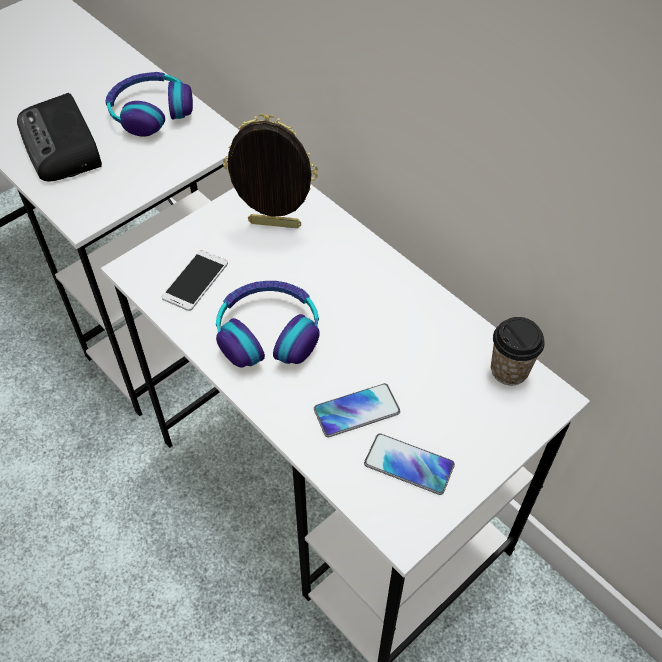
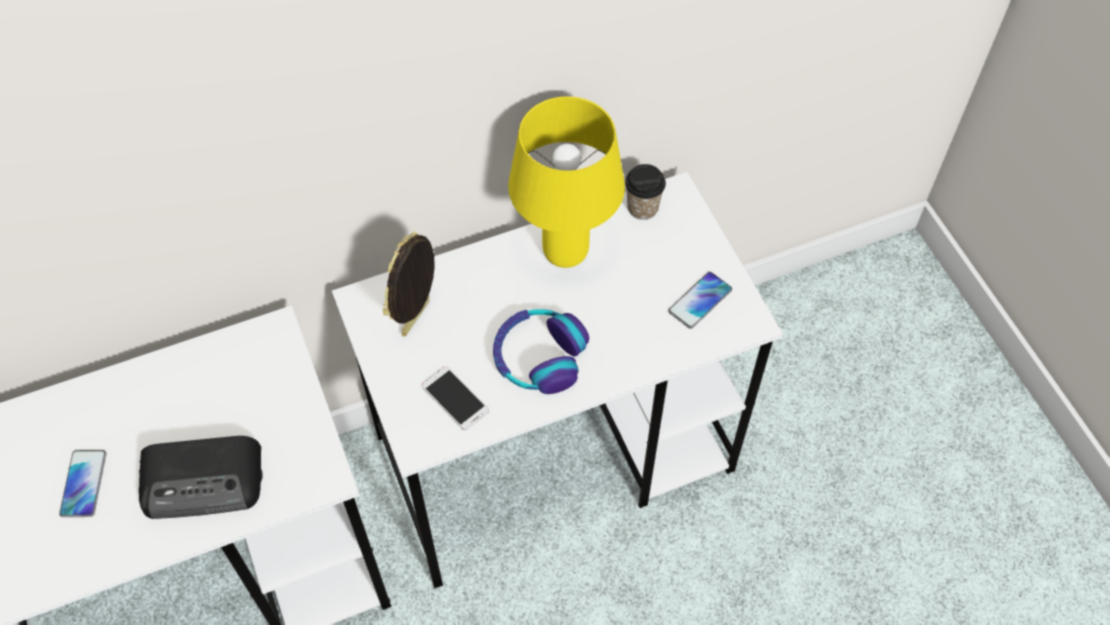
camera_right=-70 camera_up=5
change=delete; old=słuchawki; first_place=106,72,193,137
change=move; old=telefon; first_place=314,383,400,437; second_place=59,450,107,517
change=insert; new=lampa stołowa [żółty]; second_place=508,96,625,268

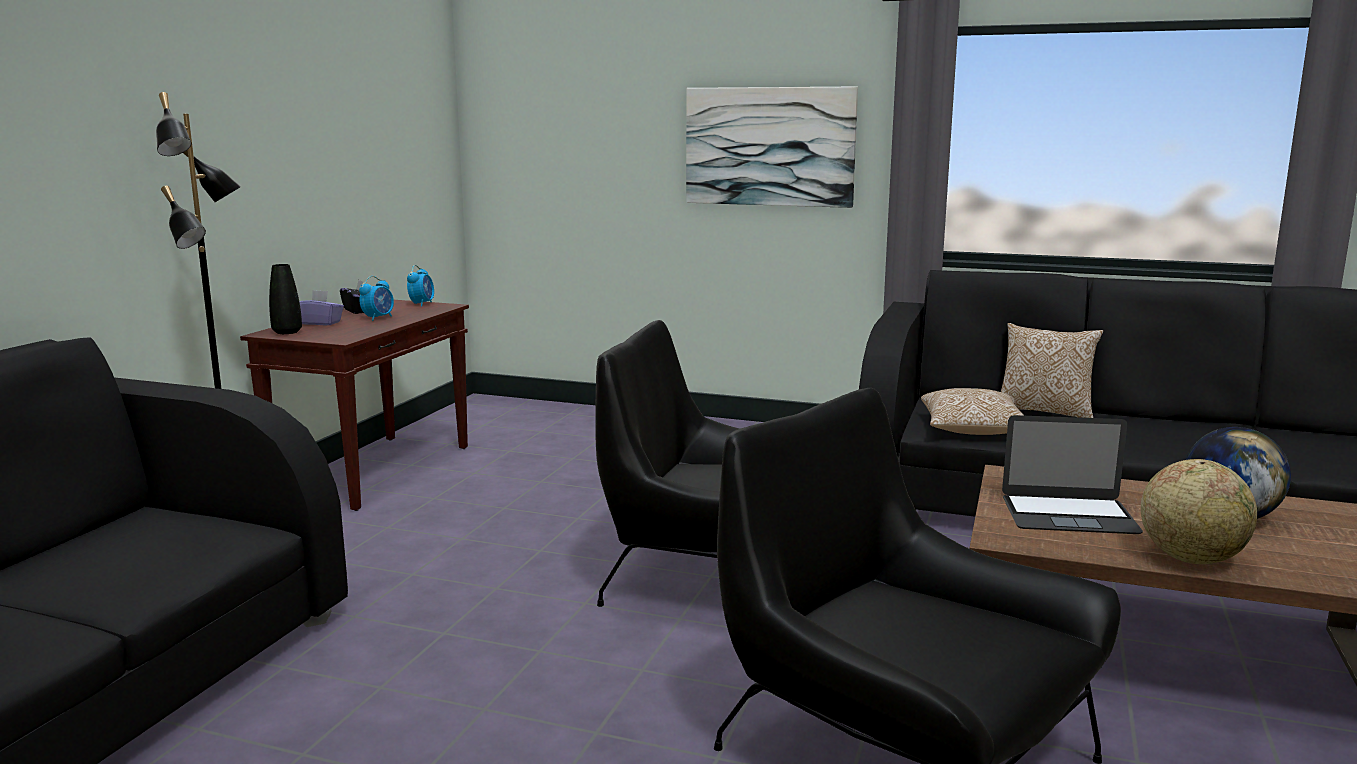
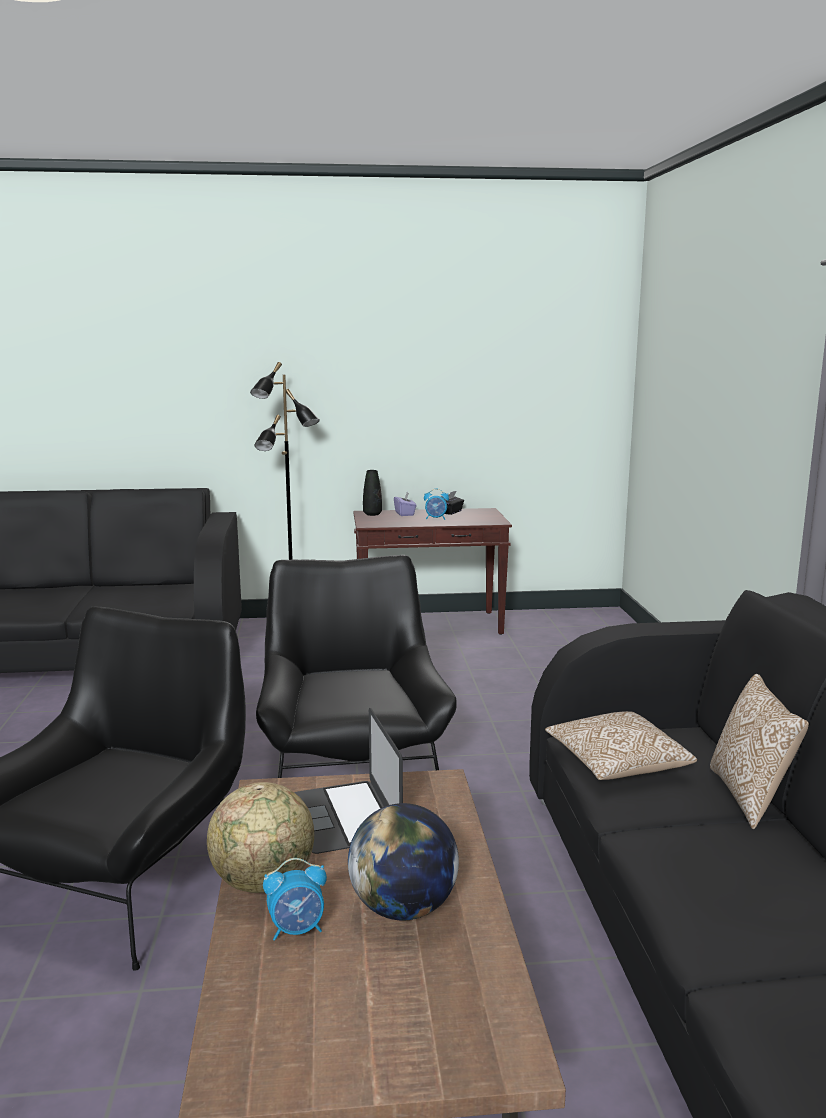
camera_right=65 camera_up=0
change=move; old=budzik; first_place=407,265,434,307; second_place=263,858,327,941
change=delete; old=obraz; first_place=686,86,858,208

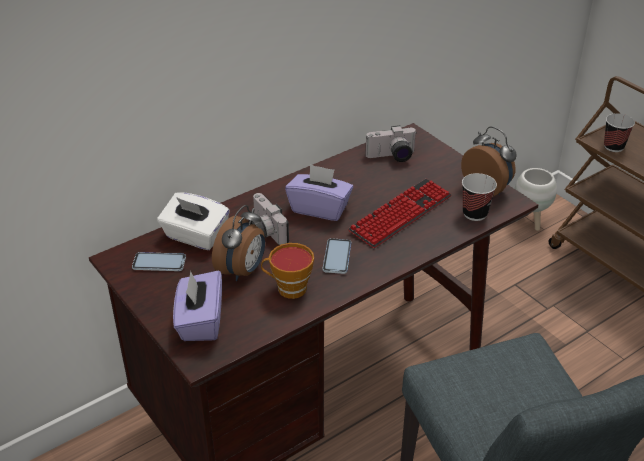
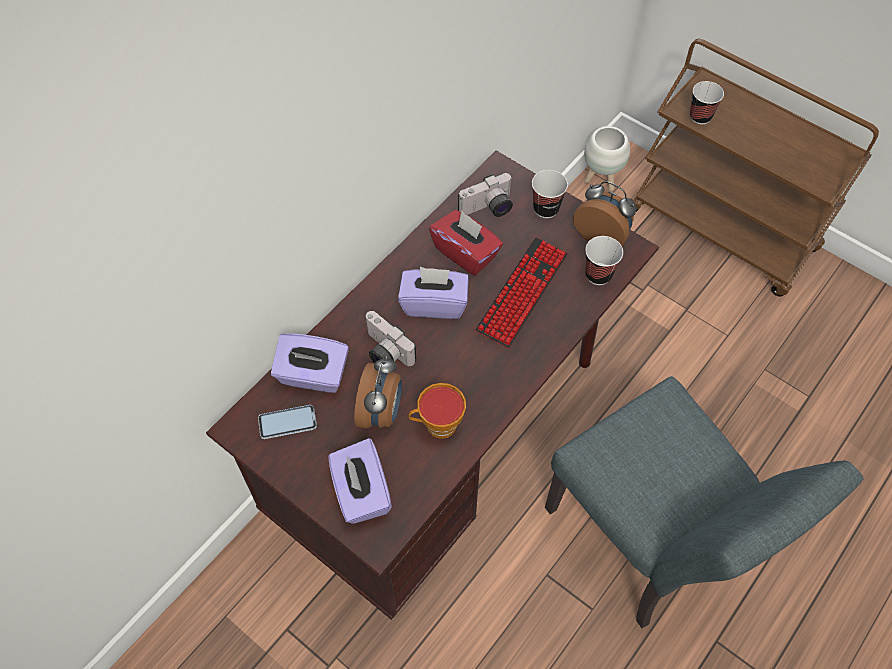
camera_right=-15 camera_up=20
change=recolor; old=pudełko chusteczek [biały]; new=pudełko chusteczek [fioletowy]; first_place=157,193,230,250; second_place=271,333,349,393
change=delete; old=telefon; first_place=323,238,351,274
change=insert; new=pudełko chusteczek [czerwony]; second_place=429,210,503,275
change=insert; new=filiżanka; second_place=532,170,568,218

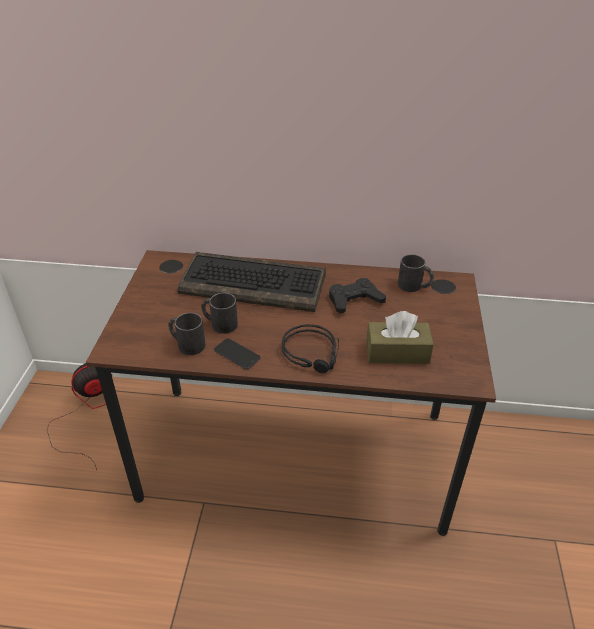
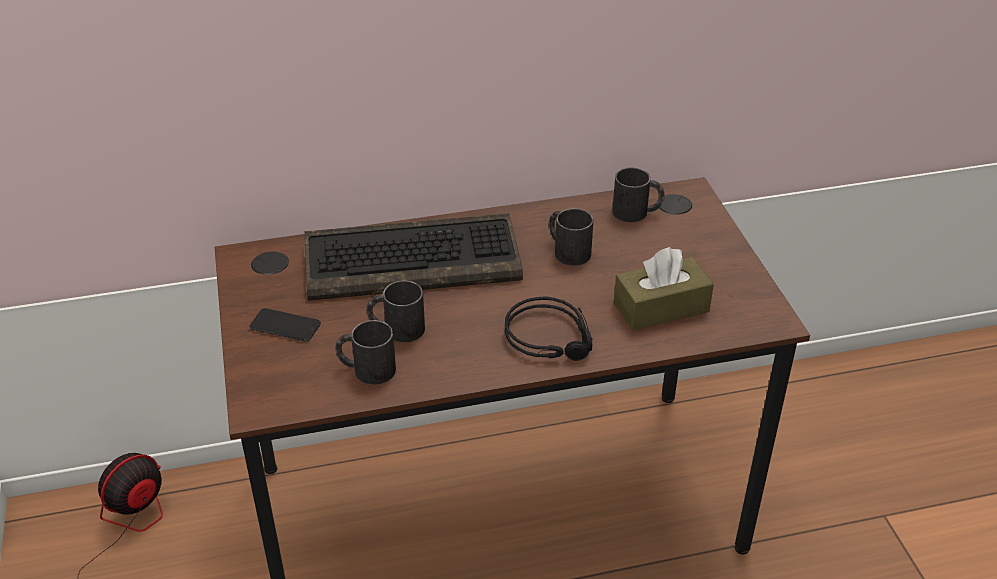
camera_right=-20 camera_up=0
change=move; old=telefon; first_place=214,339,261,369; second_place=250,308,321,342
change=replace; old=pad do gier [czarny]; new=kubek [czarny]; first_place=329,278,386,314; second_place=549,208,593,266

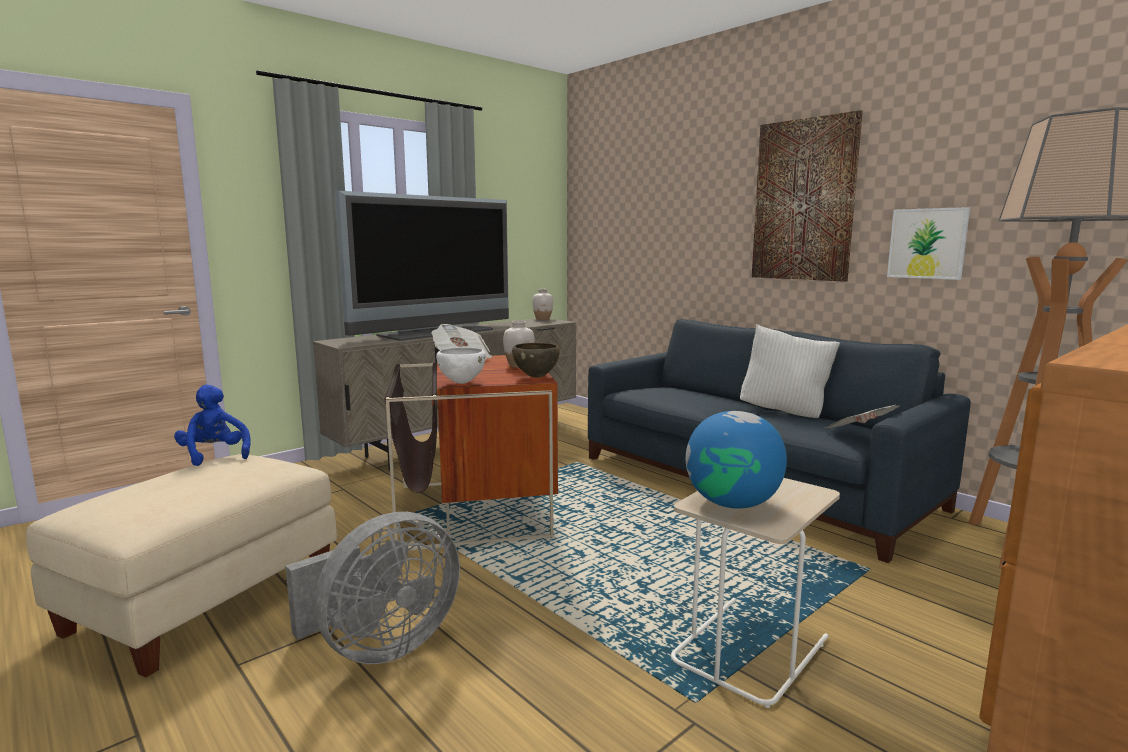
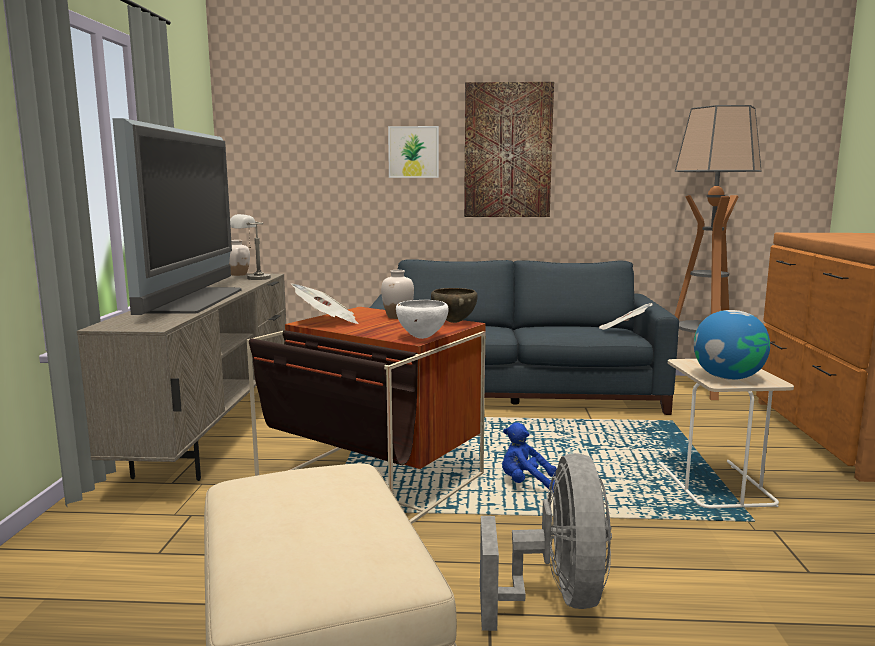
camera_right=-45 camera_up=0
change=move; old=pluszak [niebieski]; first_place=174,385,251,466; second_place=502,423,557,492
change=delete; old=poduszka [biały]; first_place=740,325,840,418
change=move; old=obraz; first_place=887,207,970,280; second_place=388,126,439,178
change=insert; new=lampa stołowa [szary]; second_place=230,214,271,280

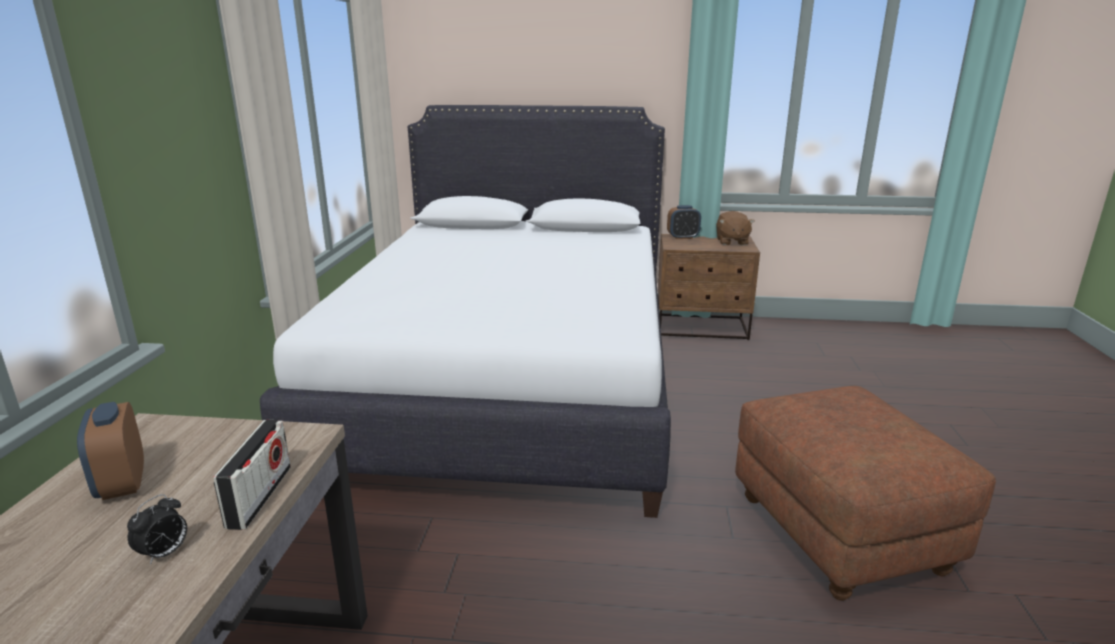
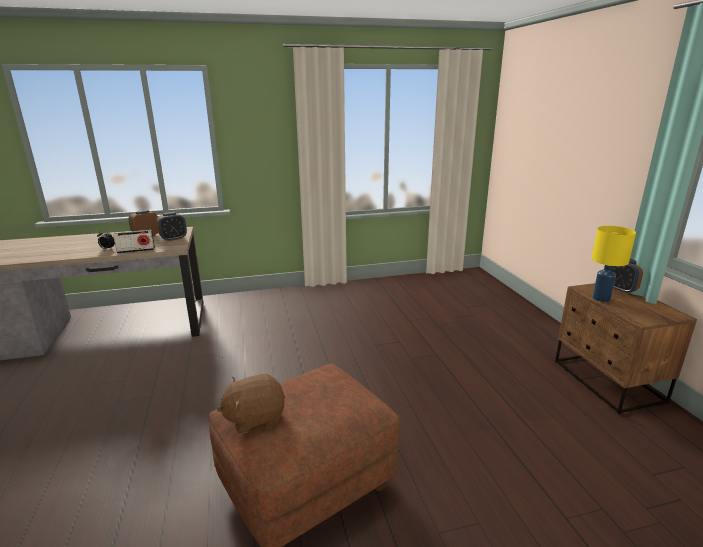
camera_right=70 camera_up=0
change=delete; old=łóżko [biały]; first_place=260,105,671,518
change=move; old=pluszak [brązowy]; first_place=716,211,754,245; second_place=217,374,285,434
change=insert; new=budzik; second_place=156,212,187,241
change=insert; new=lampa stołowa [żółty]; second_place=591,226,636,302

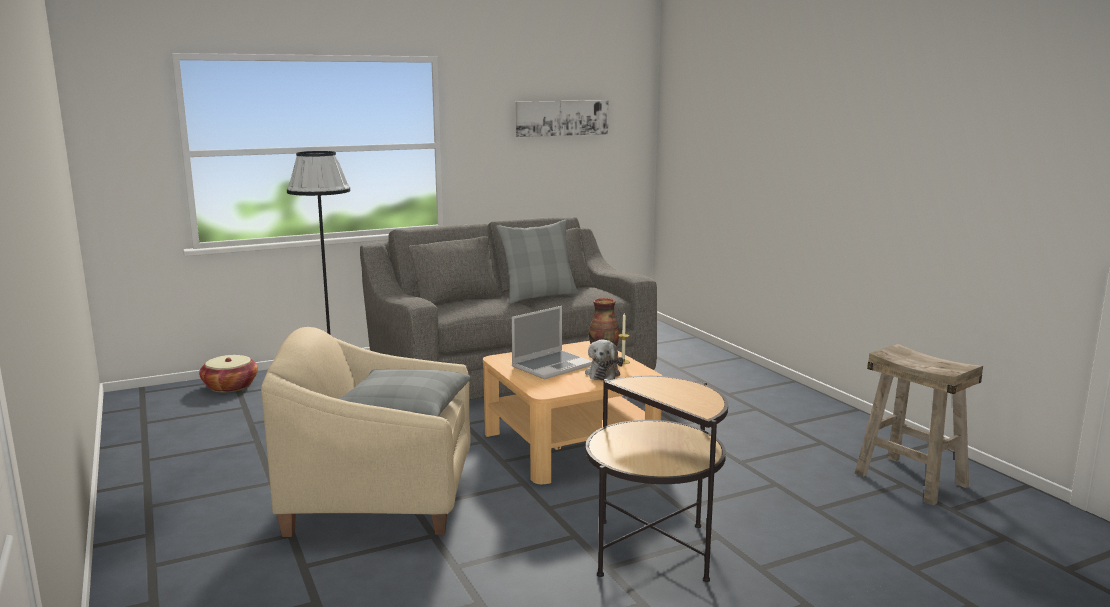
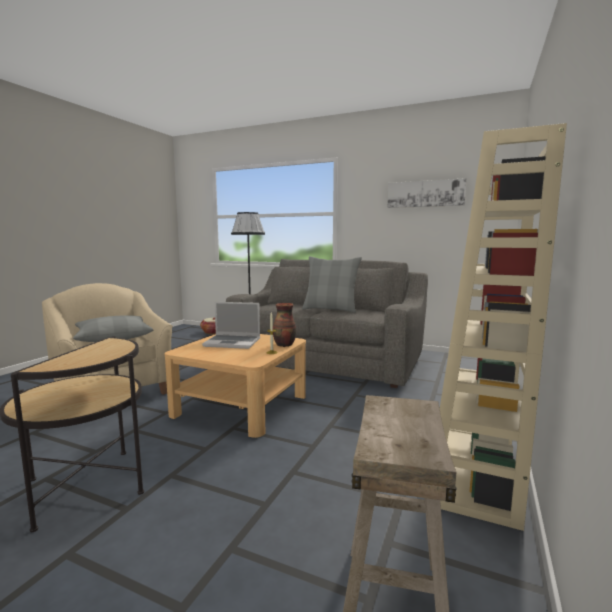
camera_right=50 camera_up=-5
change=delete; old=pluszak; first_place=585,340,623,380
change=insert; new=regał [beżowy]; second_place=440,123,567,531

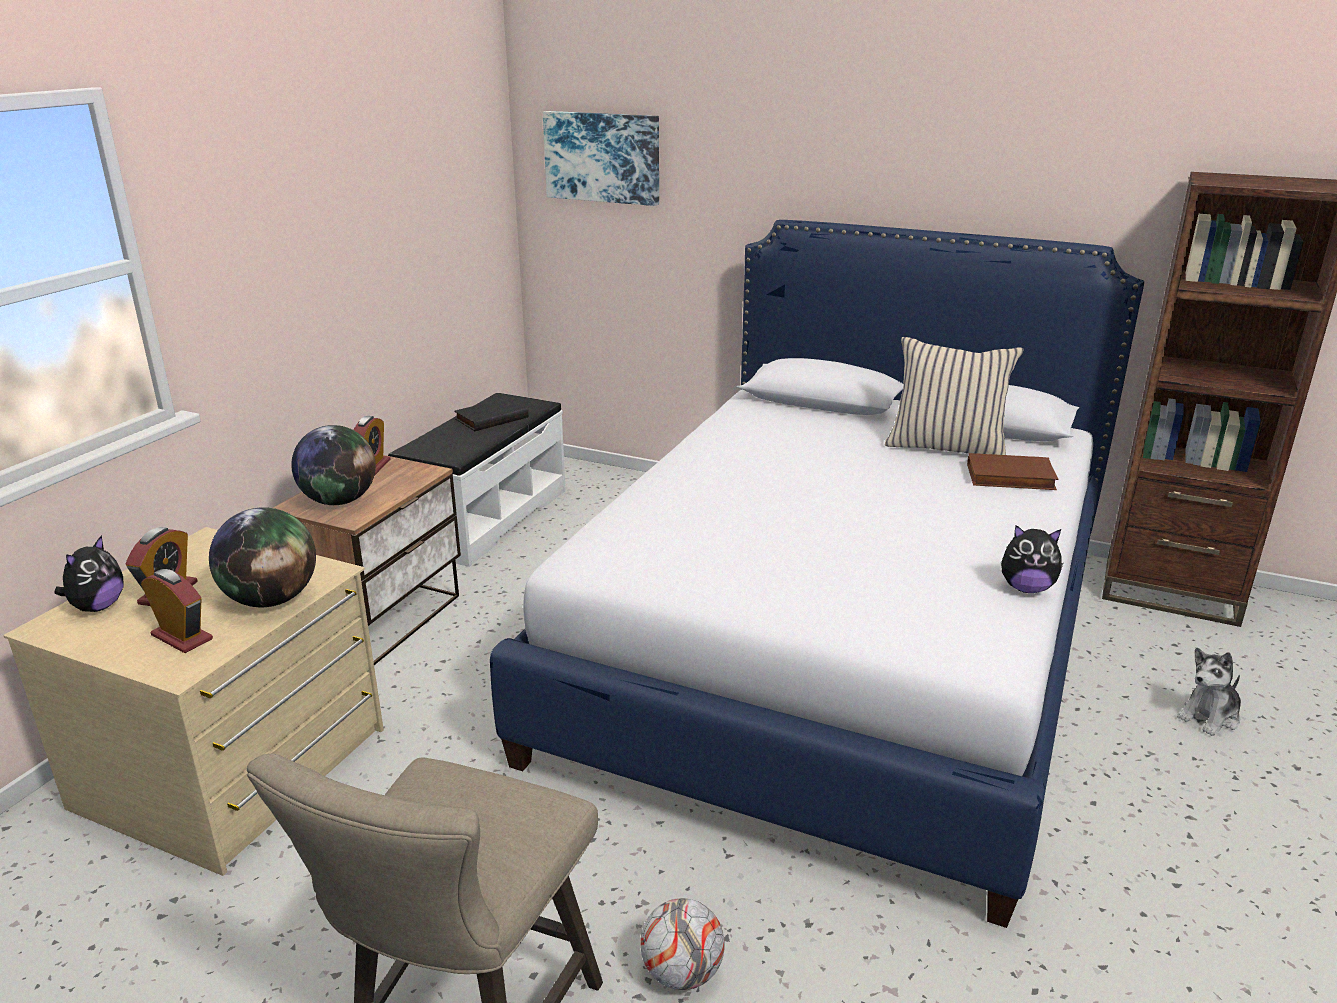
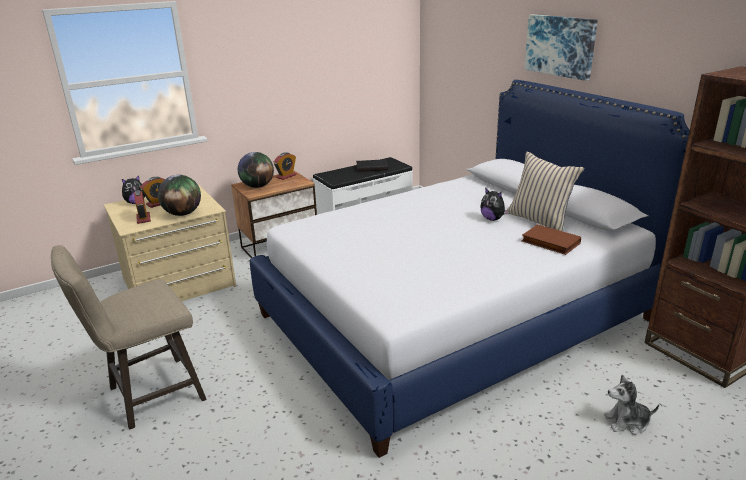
camera_right=35 camera_up=0
change=move; old=obraz; first_place=543,111,659,206; second_place=524,14,597,81
change=delete; old=piłka futbolowa; first_place=640,898,725,990
change=move; old=pluszak; first_place=1001,525,1064,593; second_place=480,187,510,221

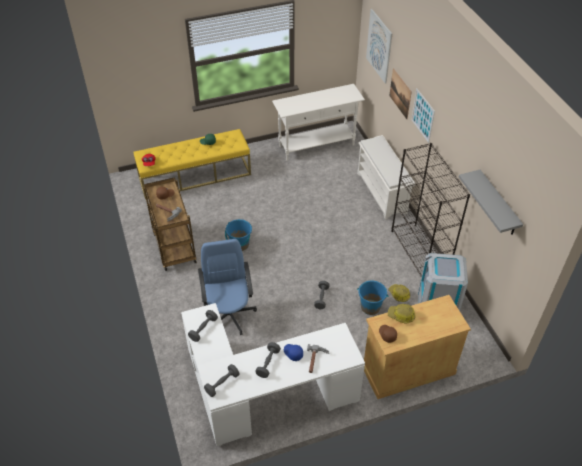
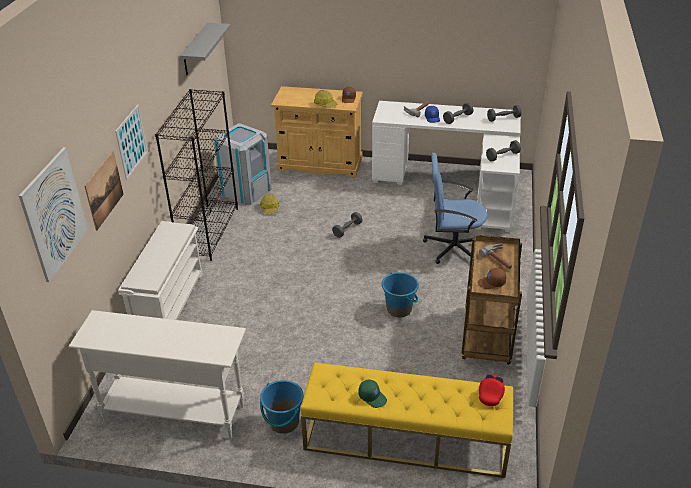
camera_right=-150 camera_up=-10
change=rotate; old=krzesło biurowe [niebieski]; first_place=198,239,257,335; second_place=423,153,488,264; degrees=75
change=move; old=wiadro [niebieski]; first_place=357,280,389,315; second_place=260,380,304,434

